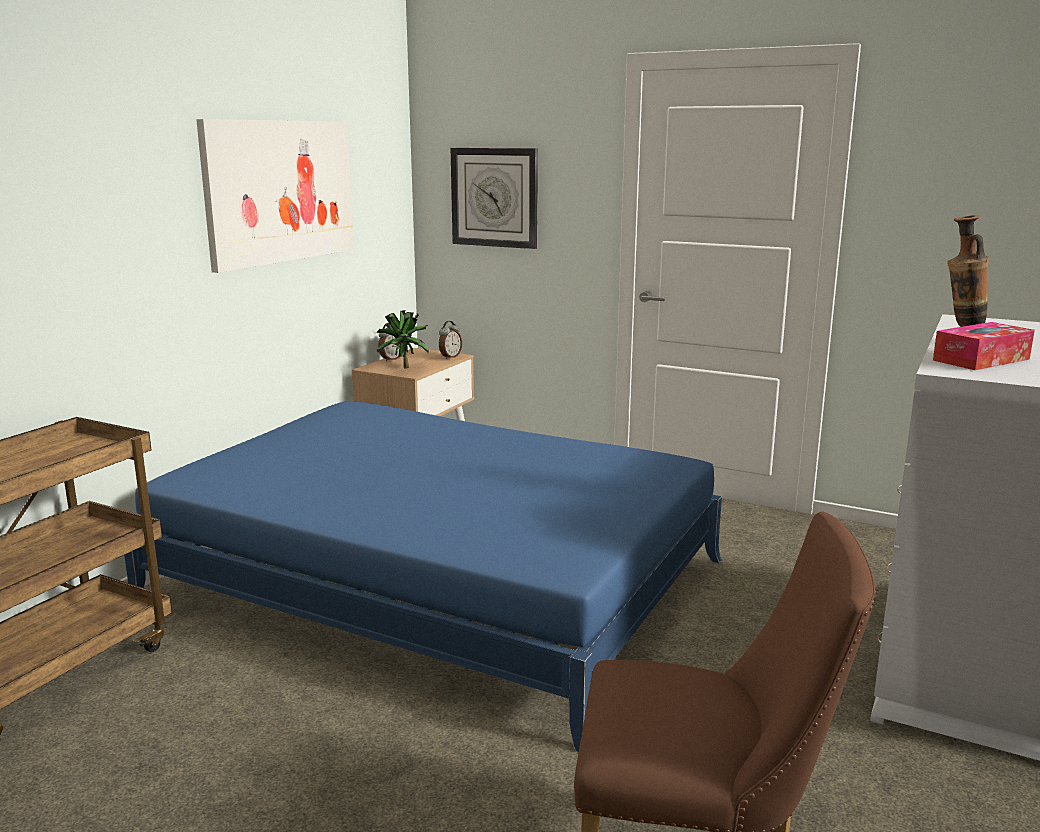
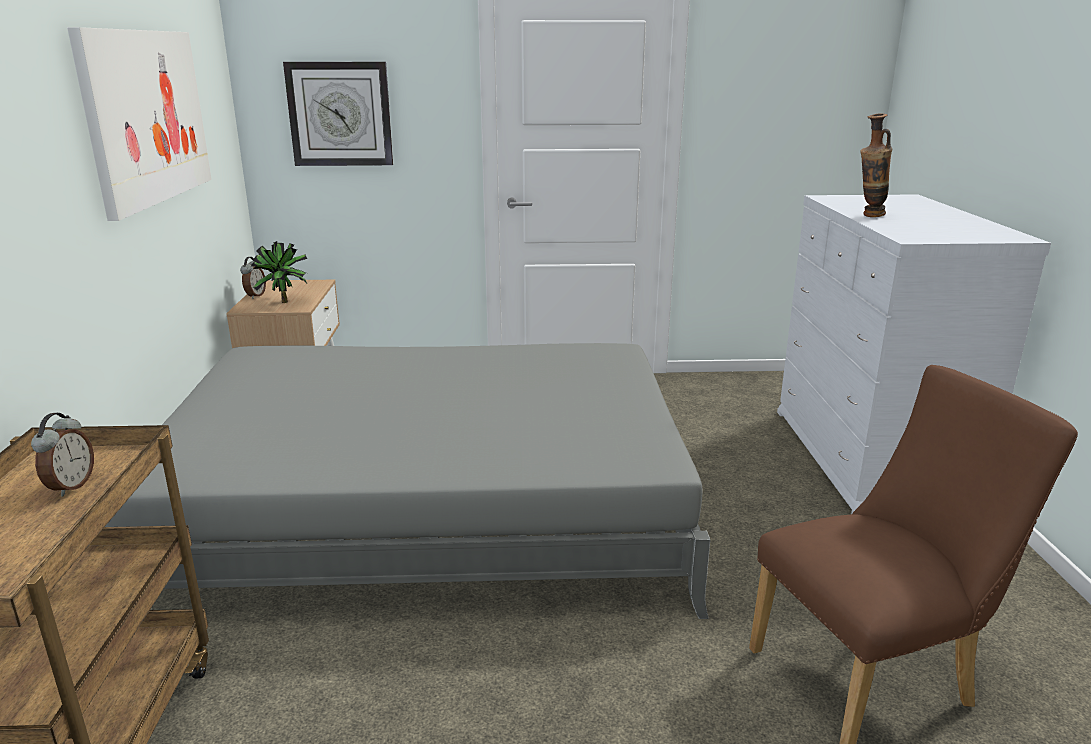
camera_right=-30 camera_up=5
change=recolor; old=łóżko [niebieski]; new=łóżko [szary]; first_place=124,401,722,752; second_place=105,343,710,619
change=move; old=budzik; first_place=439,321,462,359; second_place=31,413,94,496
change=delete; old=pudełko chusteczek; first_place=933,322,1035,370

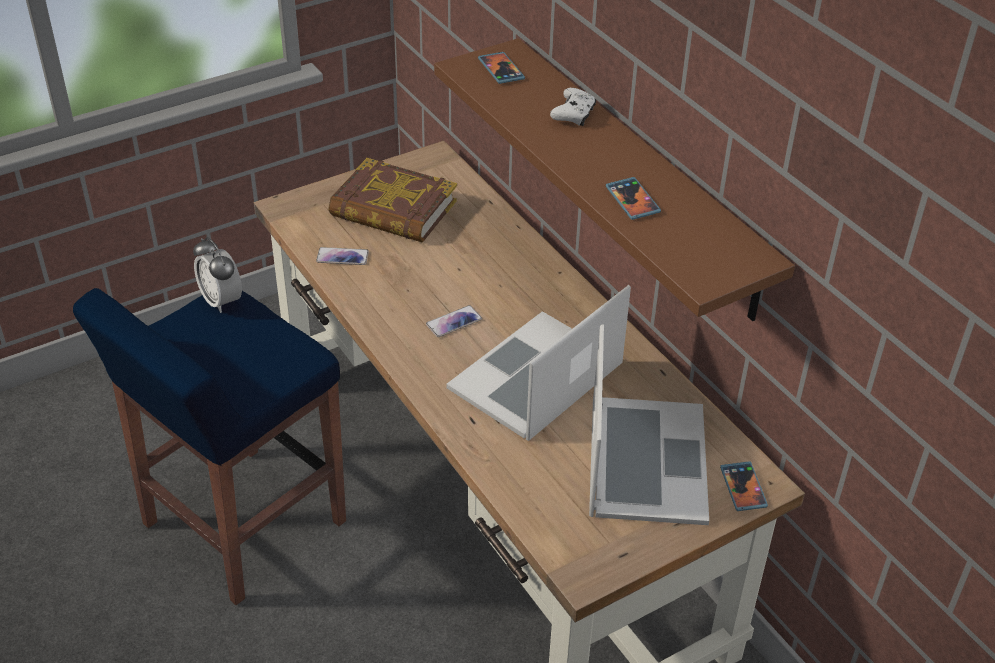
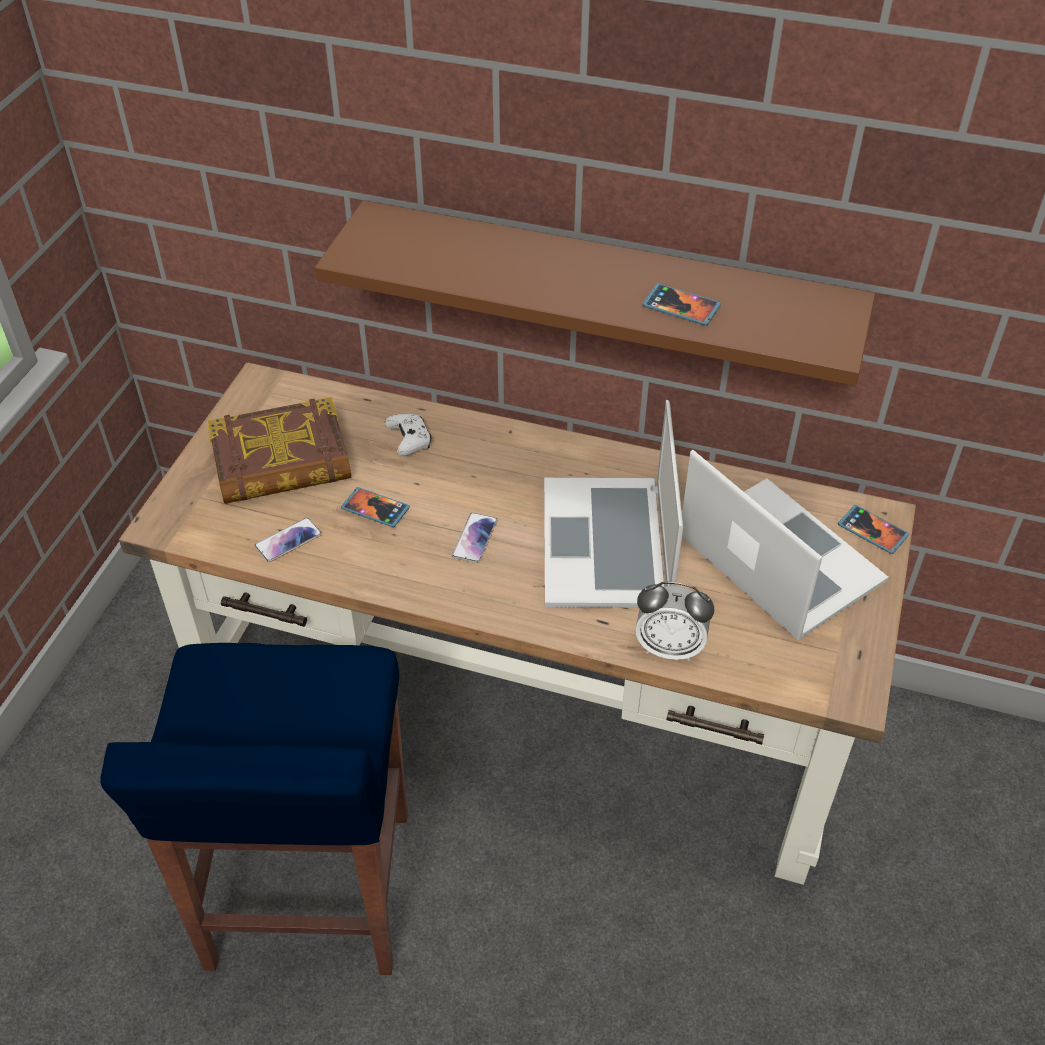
camera_right=-40 camera_up=5
change=move; old=budzik; first_place=193,237,242,313; second_place=636,582,714,661
change=move; old=telefon; first_place=478,52,525,84; second_place=341,487,410,527
change=move; old=pad do gier [biały]; first_place=550,88,596,126; second_place=385,414,431,456

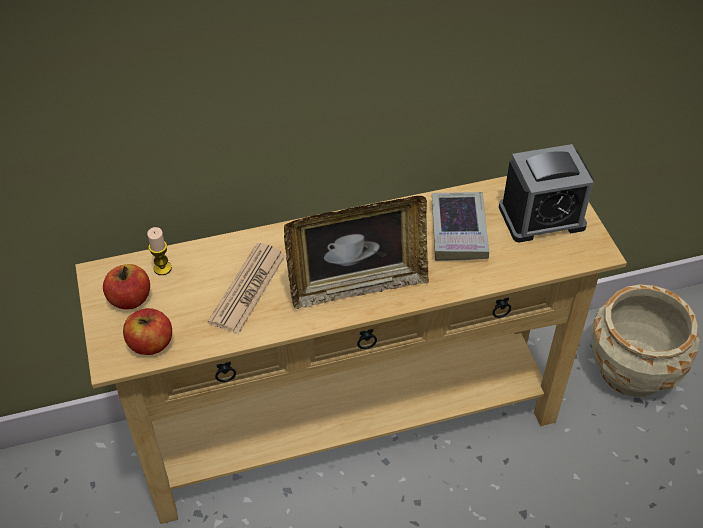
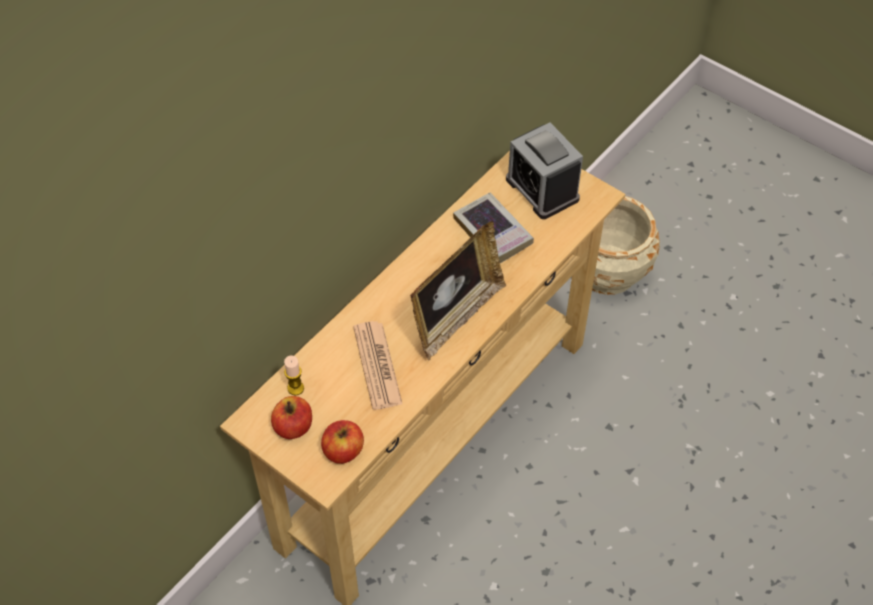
camera_right=-35 camera_up=5
change=rotate; old=budzik; first_place=499,144,594,242; second_place=506,123,583,219; degrees=105

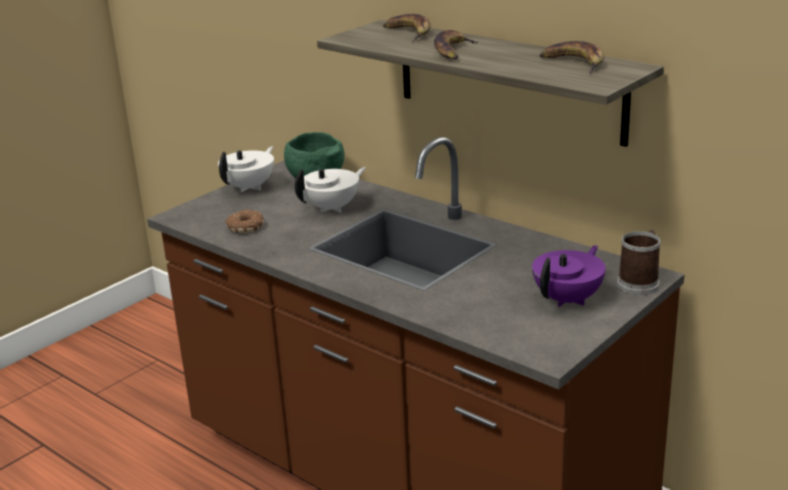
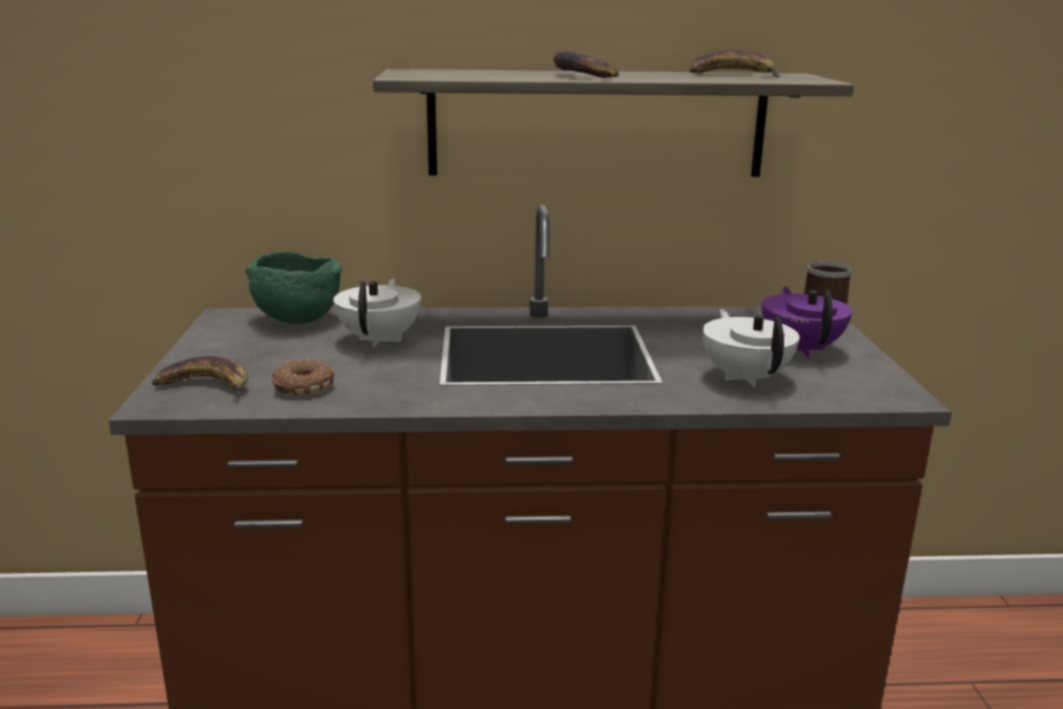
camera_right=-45 camera_up=-5
change=move; old=imbryk [biały]; first_place=218,146,274,193; second_place=703,309,799,387
change=move; old=banan; first_place=383,14,430,42; second_place=152,356,248,402

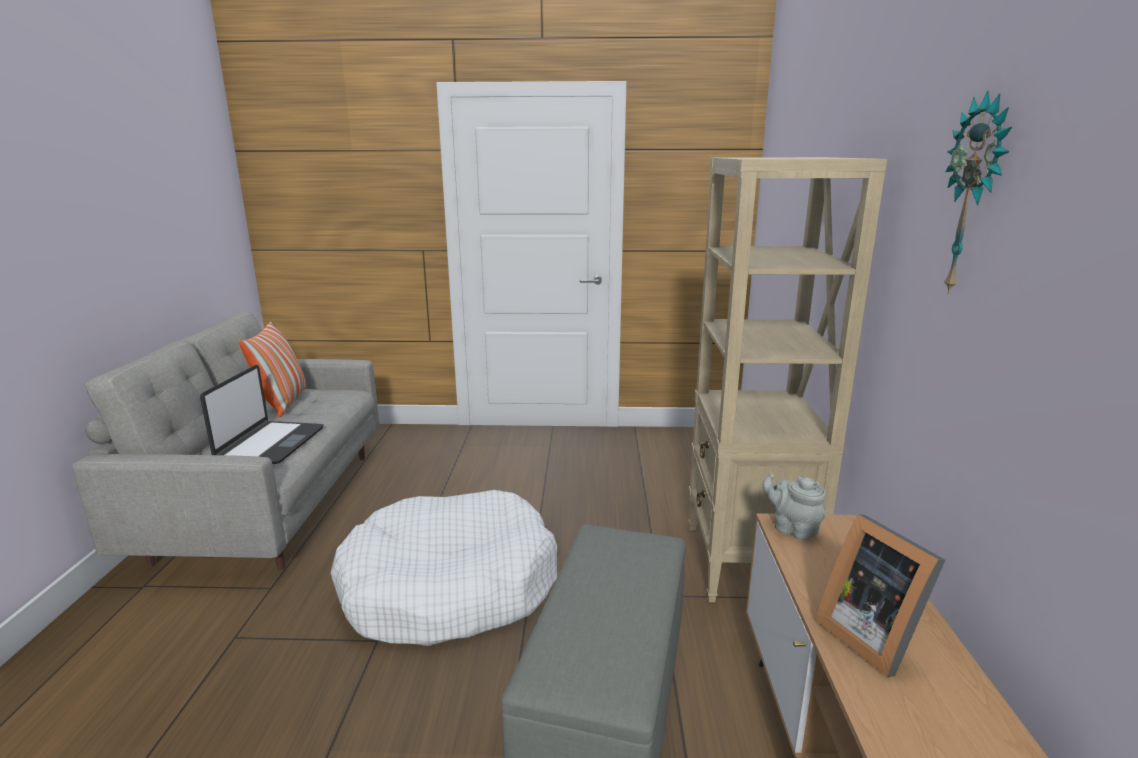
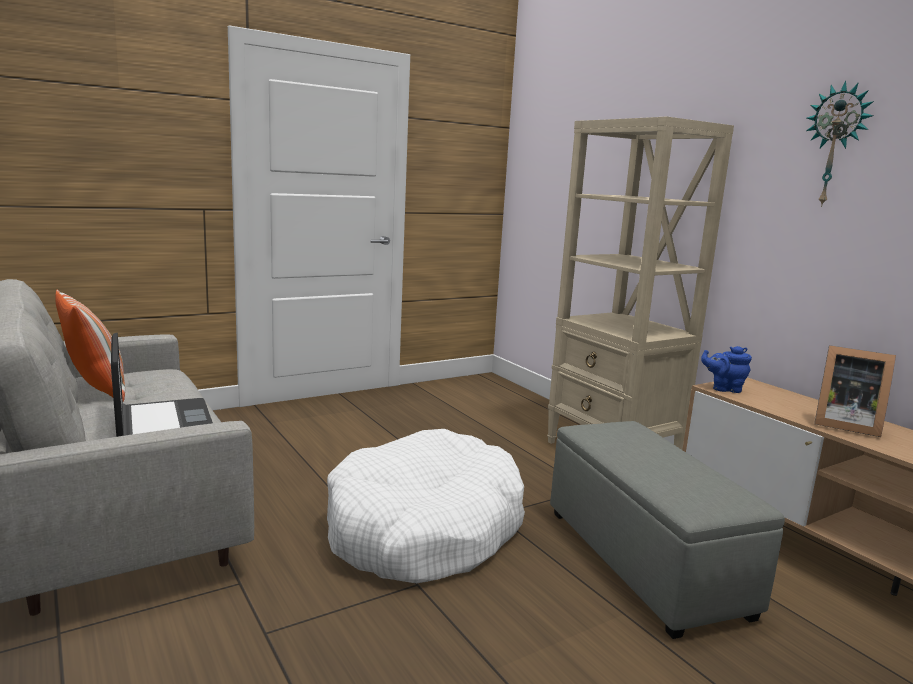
camera_right=-35 camera_up=-5
change=recolor; old=imbryk [szary]; new=imbryk [niebieski]; first_place=762,473,826,541; second_place=701,346,752,393

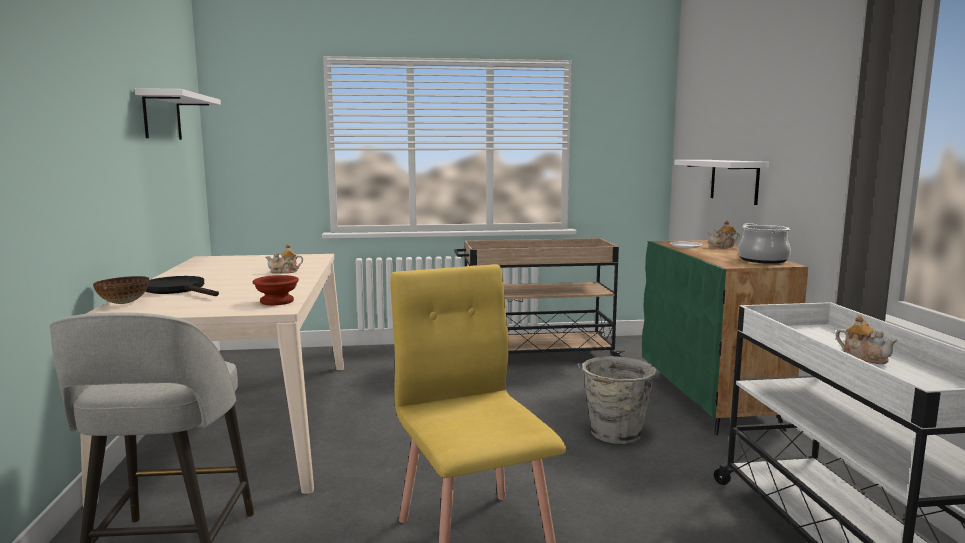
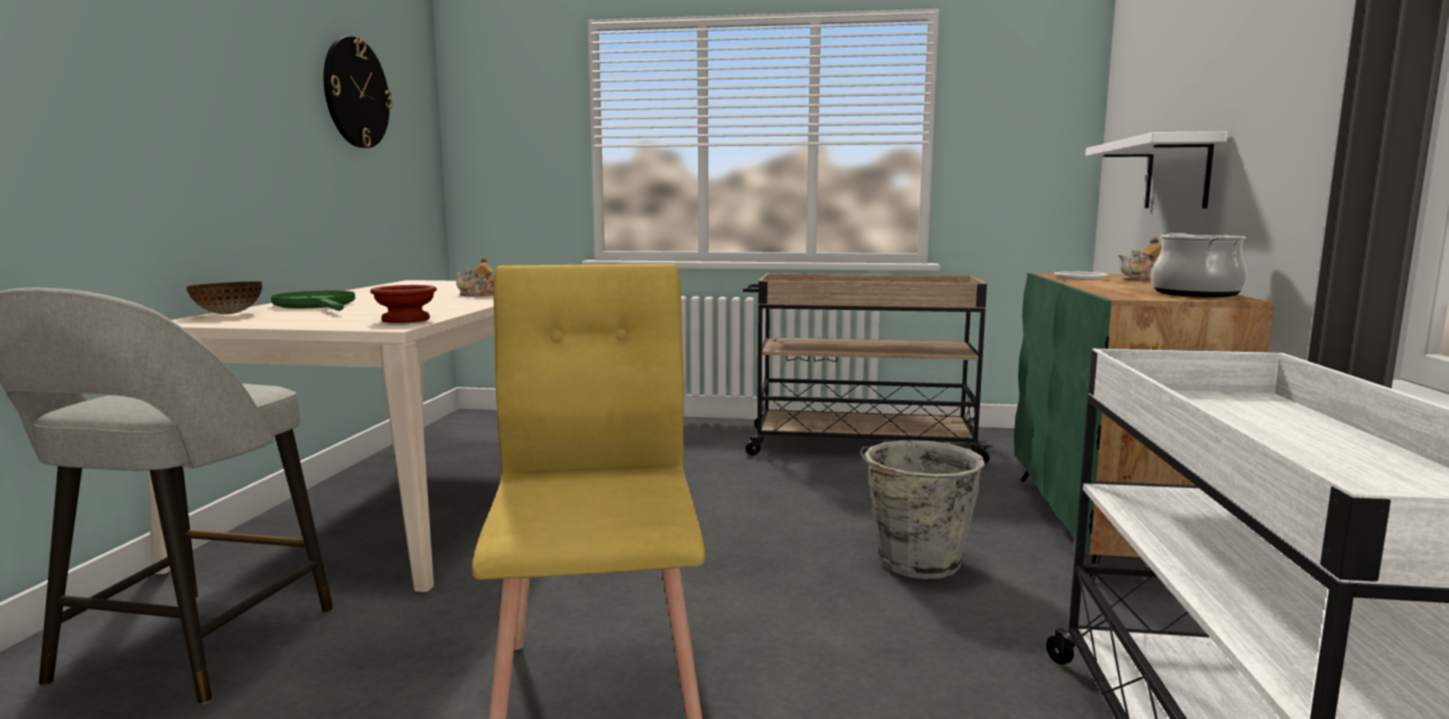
camera_right=15 camera_up=0
change=replace; old=półka [biały]; new=zegar ścienny; first_place=135,88,221,140; second_place=324,36,393,148
change=recolor; old=patelnia [czarny]; new=patelnia [zielony]; first_place=145,276,219,296; second_place=271,290,355,311
change=delete; old=imbryk; first_place=836,315,897,364

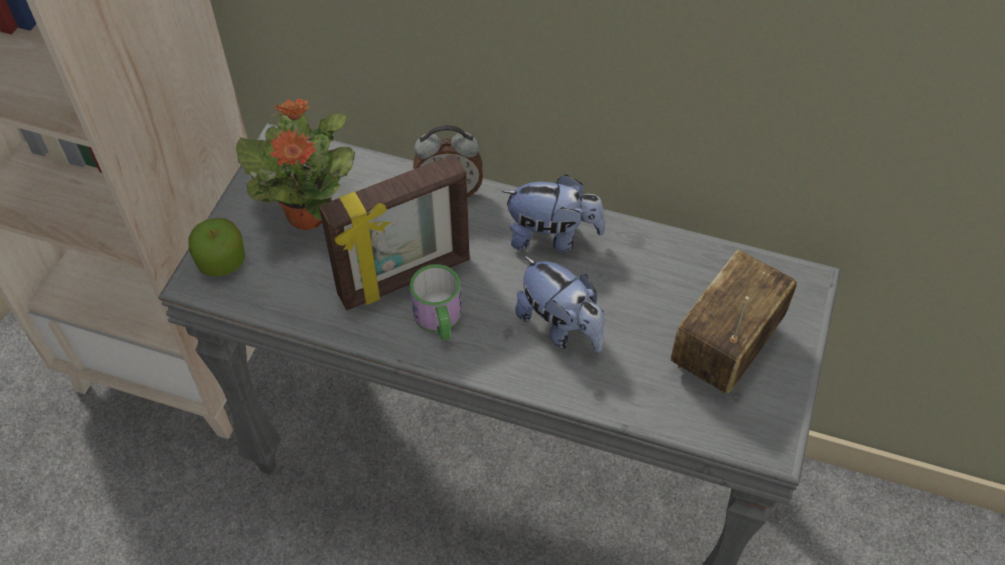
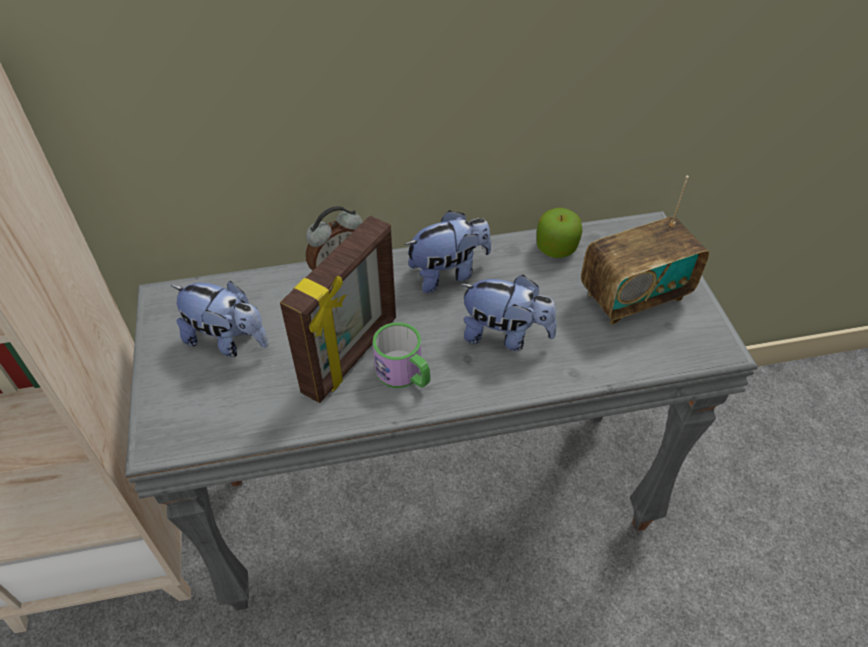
camera_right=-30 camera_up=-5
change=move; old=jabłko; first_place=188,218,245,276; second_place=537,208,583,258
change=replace; old=roślina doniczkowa; new=pluszak; first_place=236,99,355,230; second_place=171,281,268,357
change=rotate; old=radio; first_place=671,250,797,394; second_place=581,176,709,325; degrees=-120

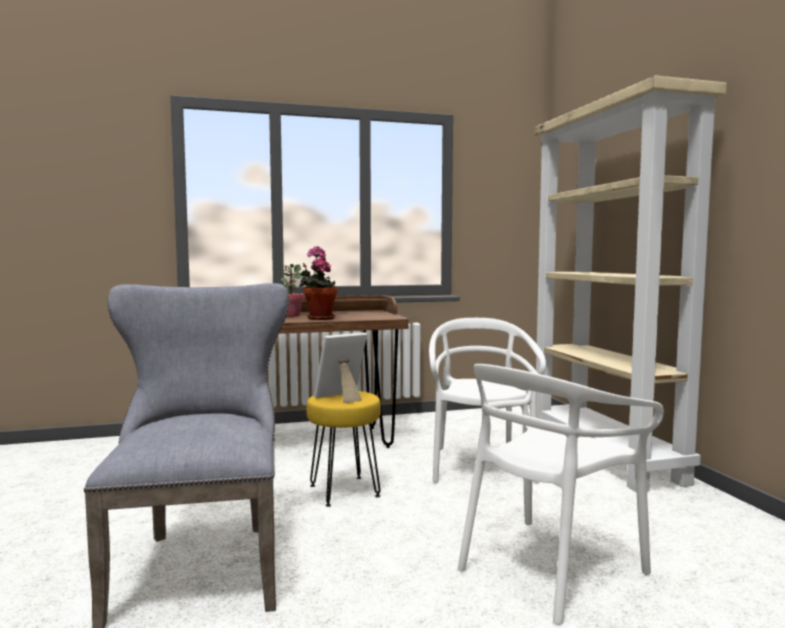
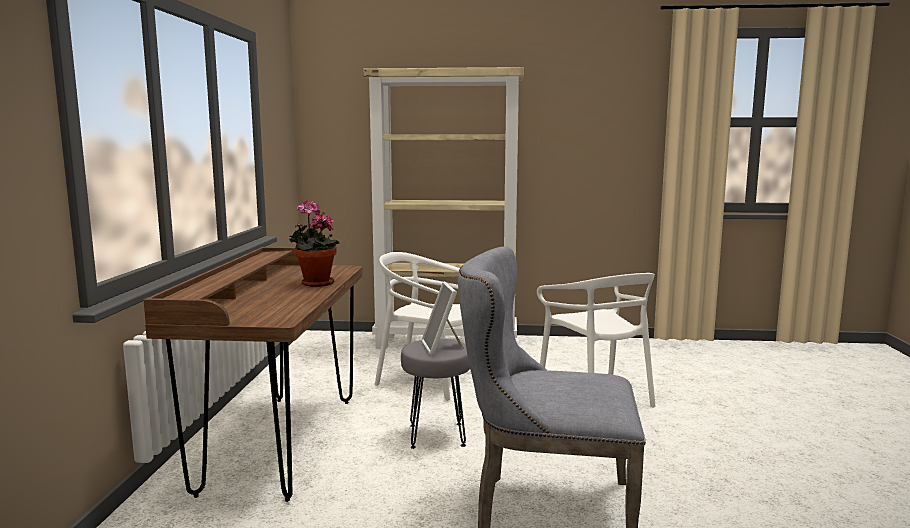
camera_right=-70 camera_up=5
change=delete; old=roślina doniczkowa; first_place=281,264,305,317
change=recolor; old=stołek [żółty]; new=stołek [szary]; first_place=306,391,381,507; second_place=401,339,470,449

